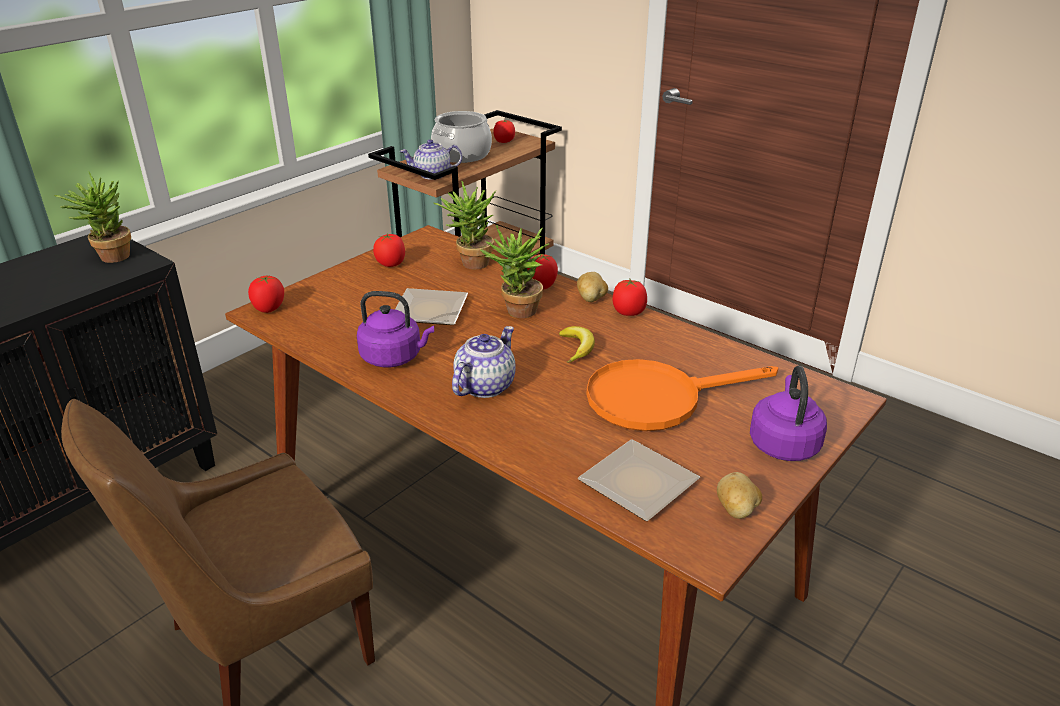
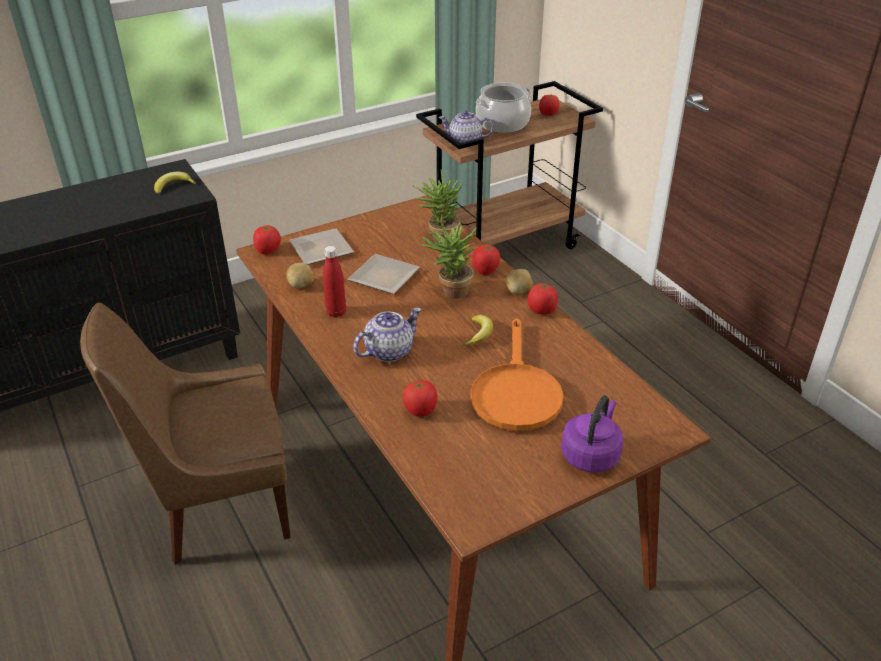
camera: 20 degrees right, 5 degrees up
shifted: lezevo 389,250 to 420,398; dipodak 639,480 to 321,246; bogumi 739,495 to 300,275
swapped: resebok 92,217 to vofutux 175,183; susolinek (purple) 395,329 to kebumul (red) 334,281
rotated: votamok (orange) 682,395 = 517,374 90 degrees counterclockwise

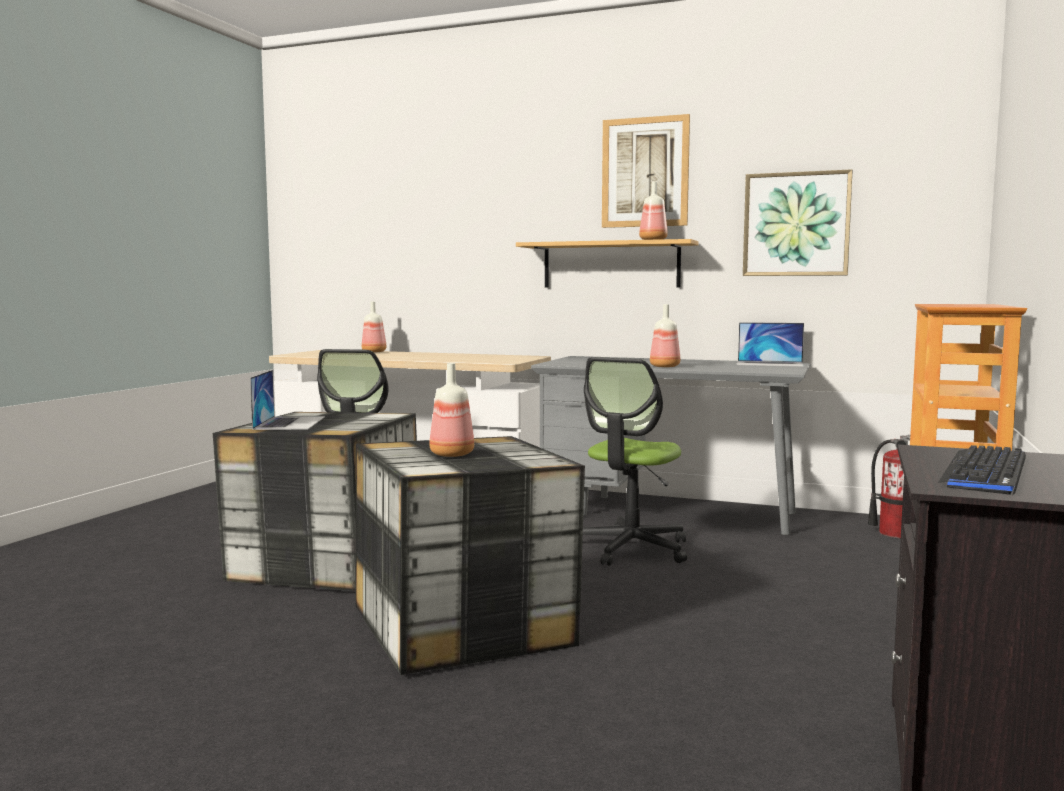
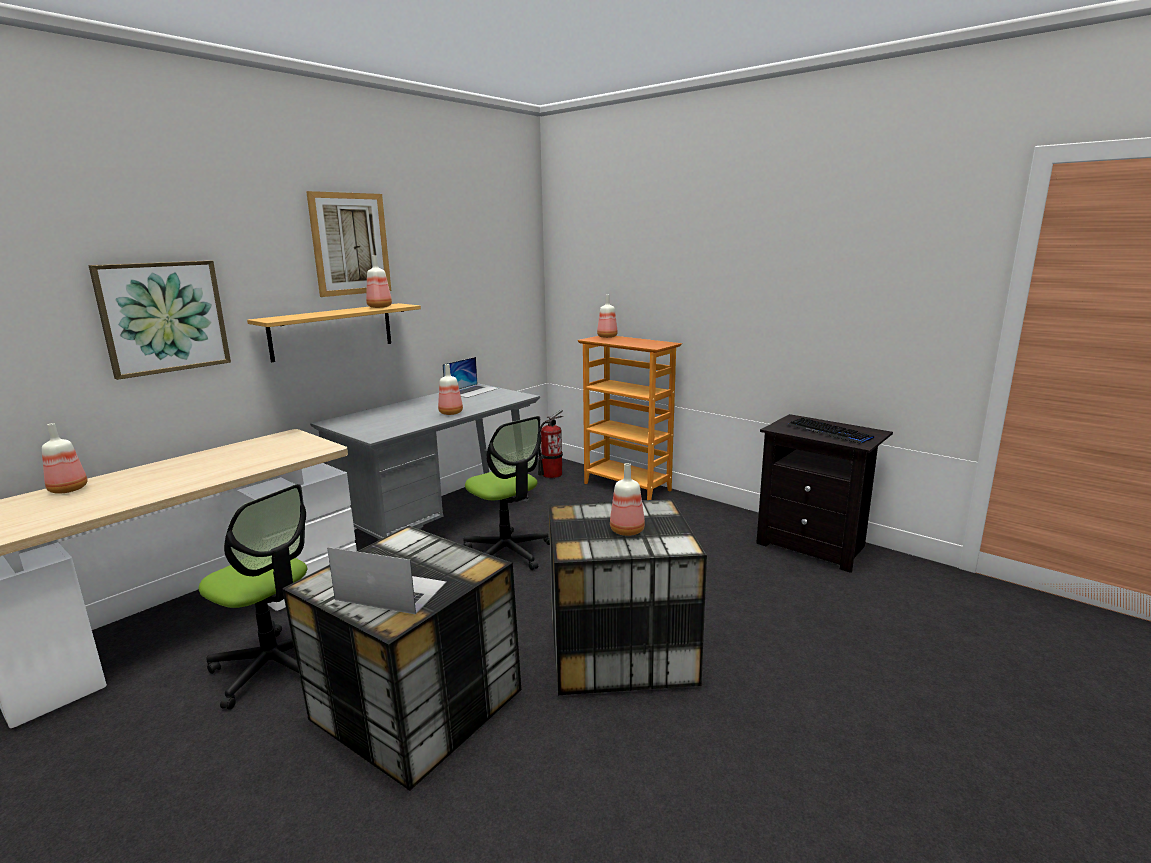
camera: 70 degrees left, 10 degrees up
new: kebumul 607,316
shifted: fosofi 798,222 to 159,320

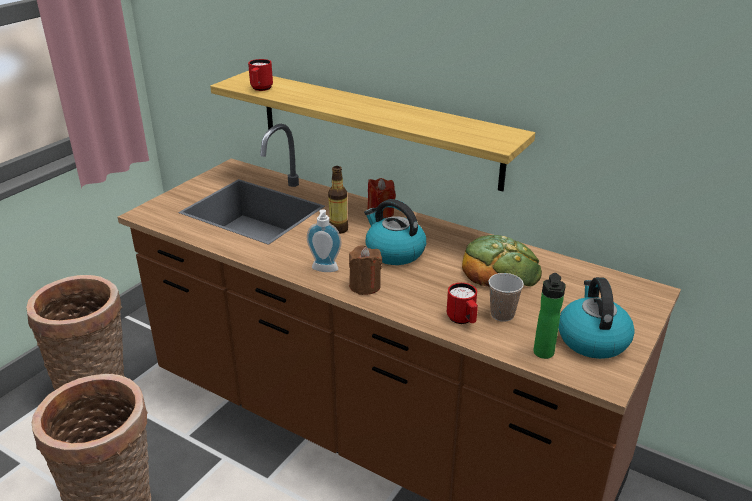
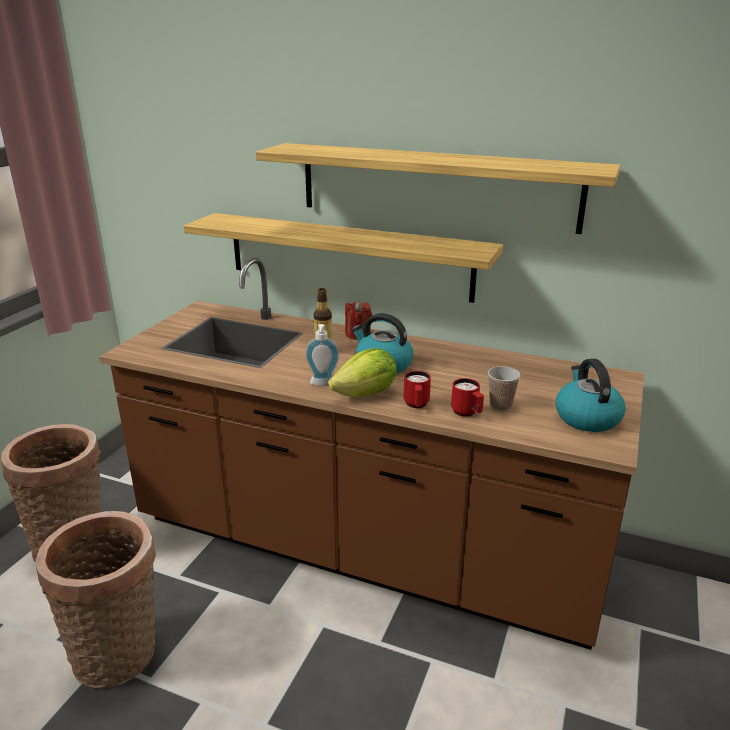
camera: 10 degrees left, 5 degrees down
gone: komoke 502,261; kebumul 549,316
new: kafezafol 438,188
shifted: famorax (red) 260,75 to 417,389
swapped: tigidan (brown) 365,270 to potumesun 362,372

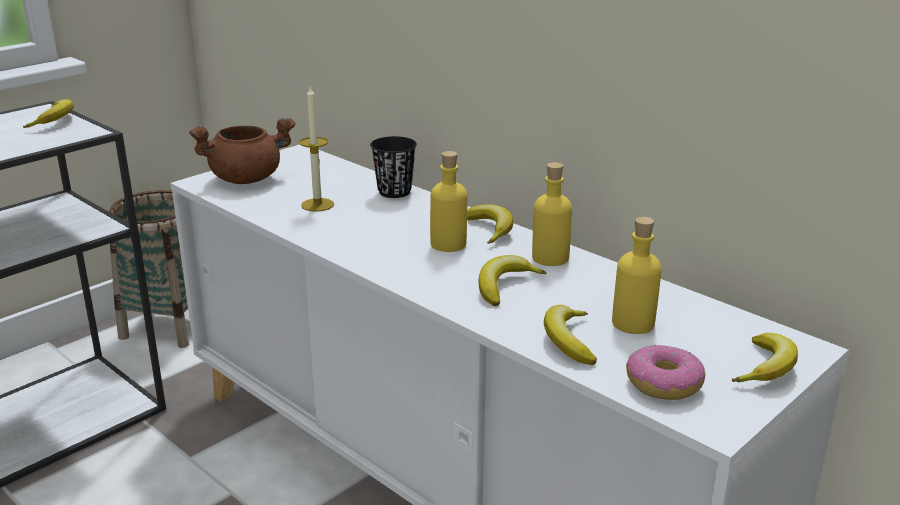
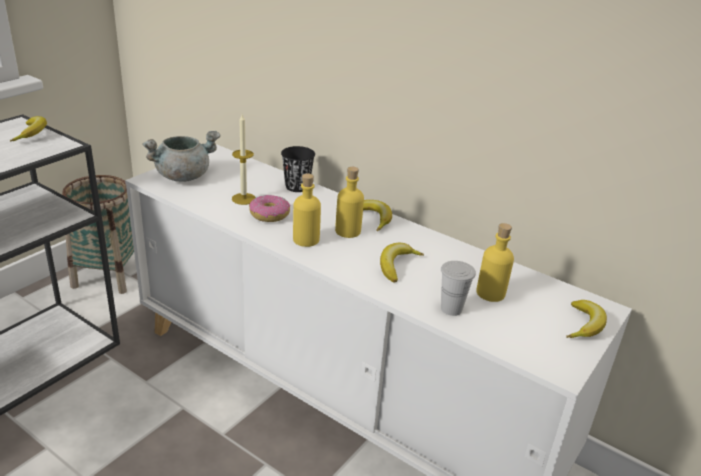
camera: 10 degrees left, 5 degrees up
shifted: kebumul (yellow) 552,214 to 307,210; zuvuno 665,372 to 269,208
swapped: vofutux 570,335 to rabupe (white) 458,288
repainted: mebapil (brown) 242,151 to mebapil (grey) 181,156

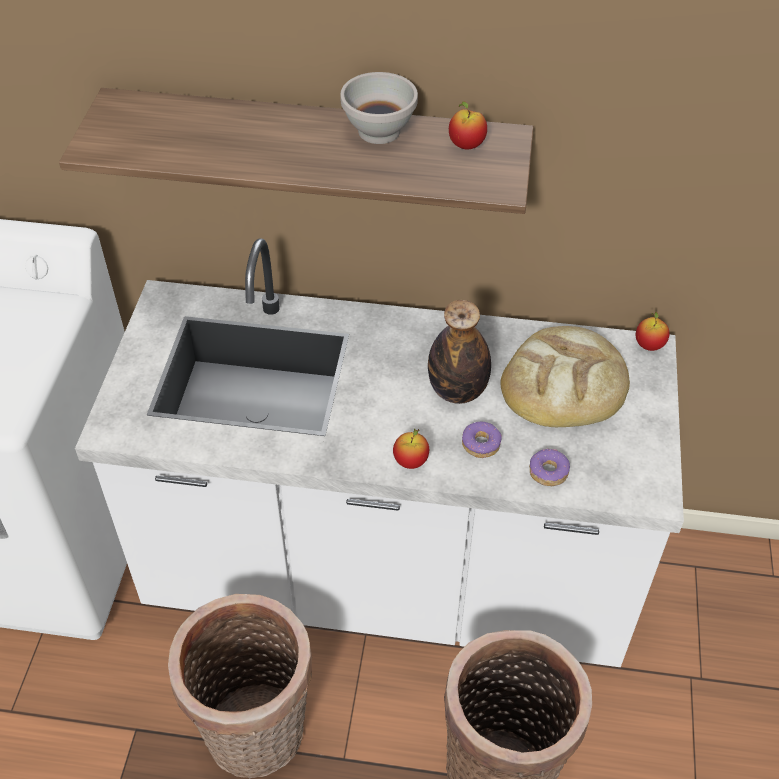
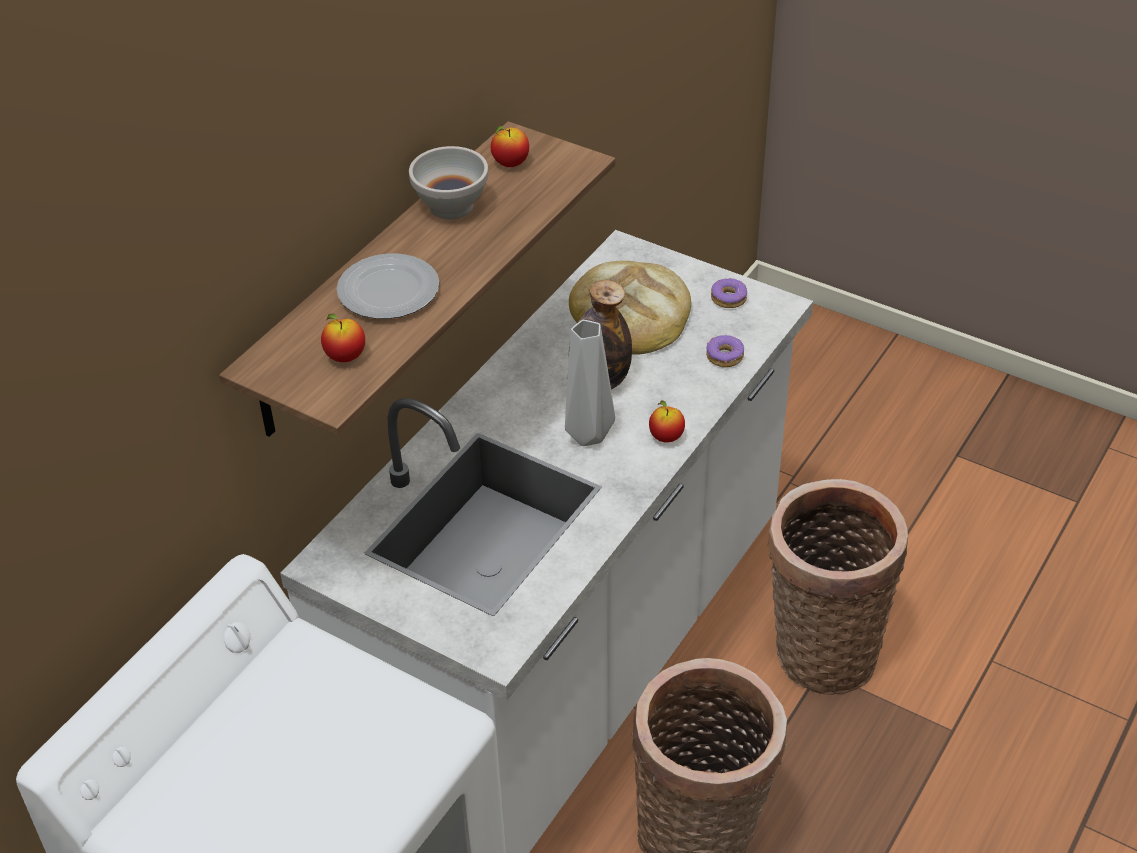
camera: 65 degrees left, 5 degrees down
new: dipodak 388,286; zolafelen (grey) 590,383
shifted: zuvuno 482,440 to 729,293; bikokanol 652,331 to 343,338

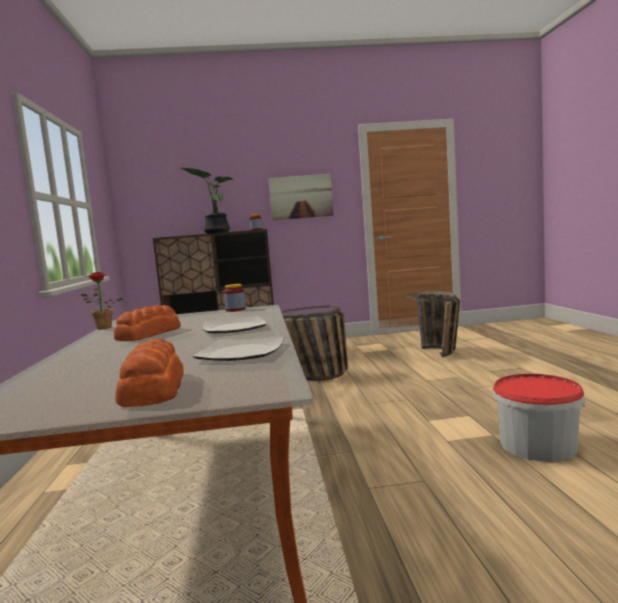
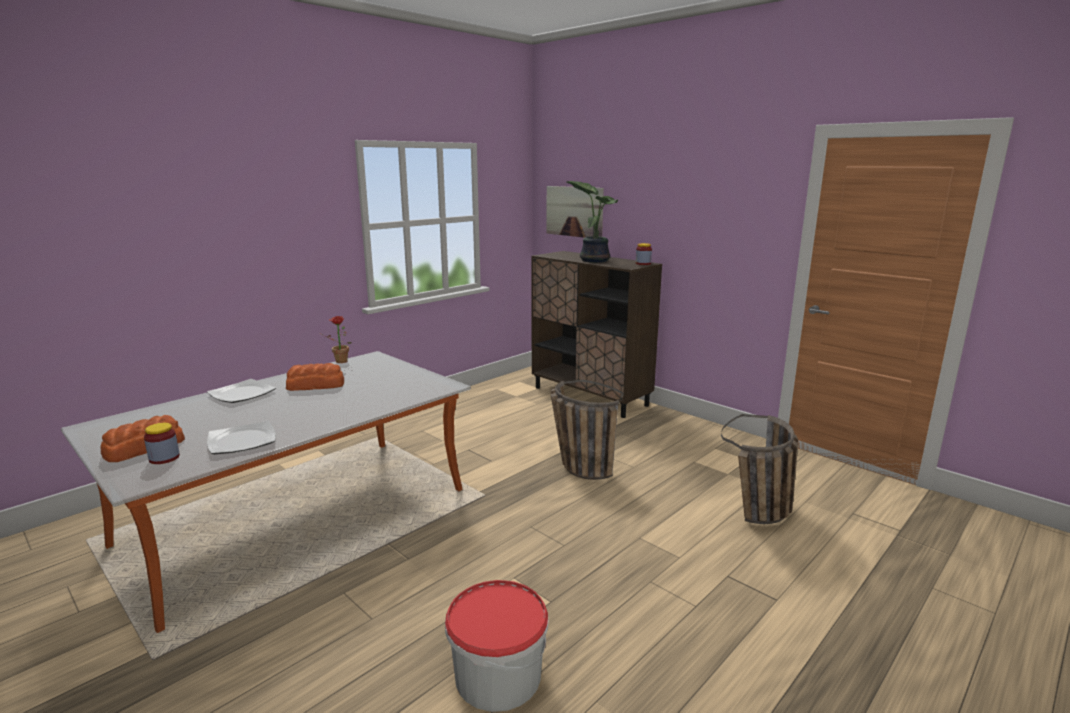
camera: 50 degrees right, 10 degrees up
shifted: dipodak 234,325 to 241,391; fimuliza 235,298 to 162,443; fosofi 301,197 to 575,212

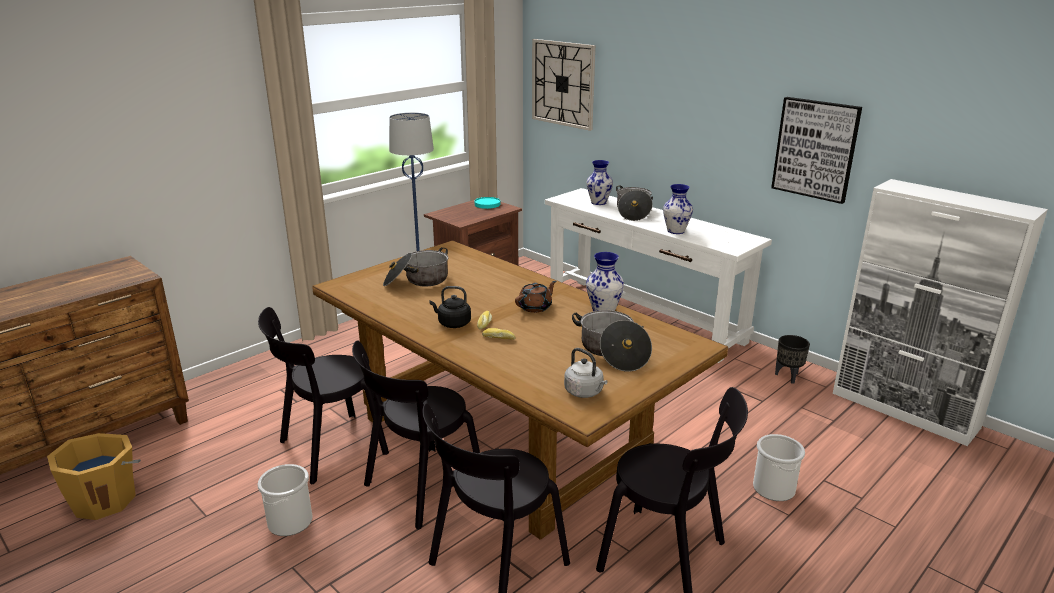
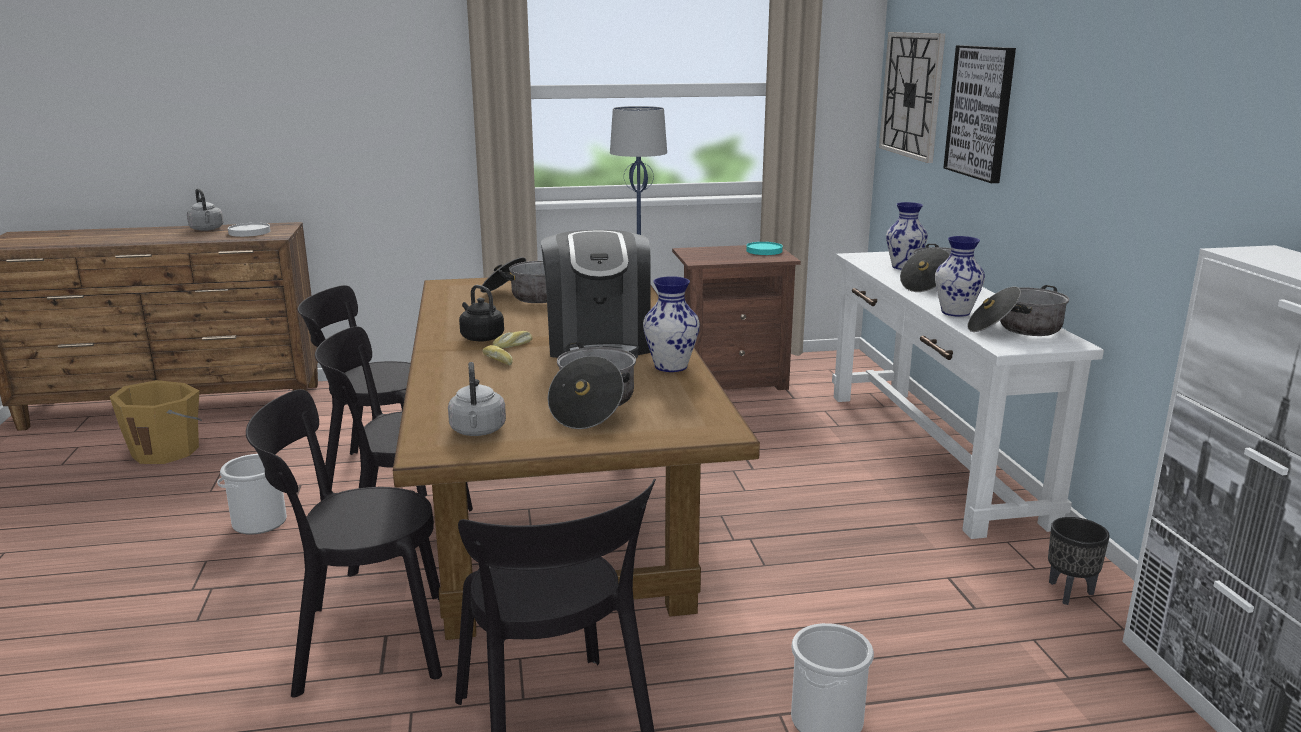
camera: 35 degrees right, 5 degrees down
new: susolinek (grey) 205,210; dipodak (white) 249,230; mebapil 1018,310
shifted: fosofi 816,150 to 979,114
swapped: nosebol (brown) 535,297 to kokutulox 596,294

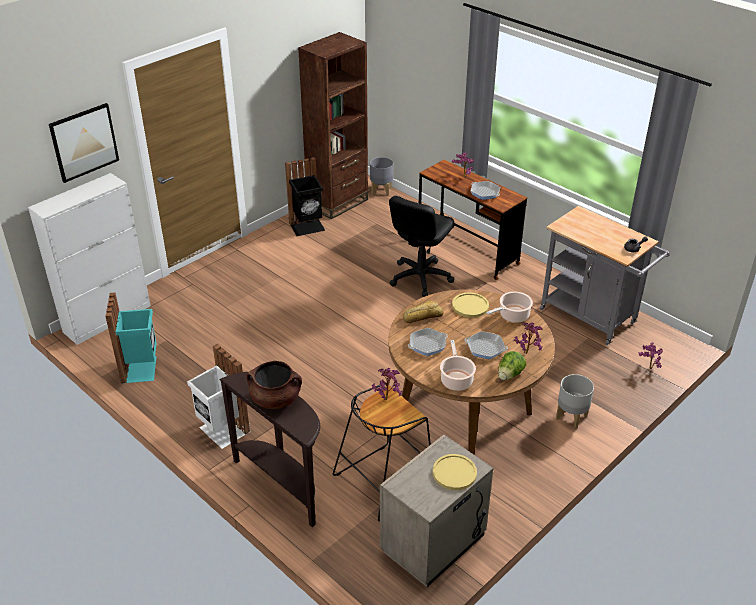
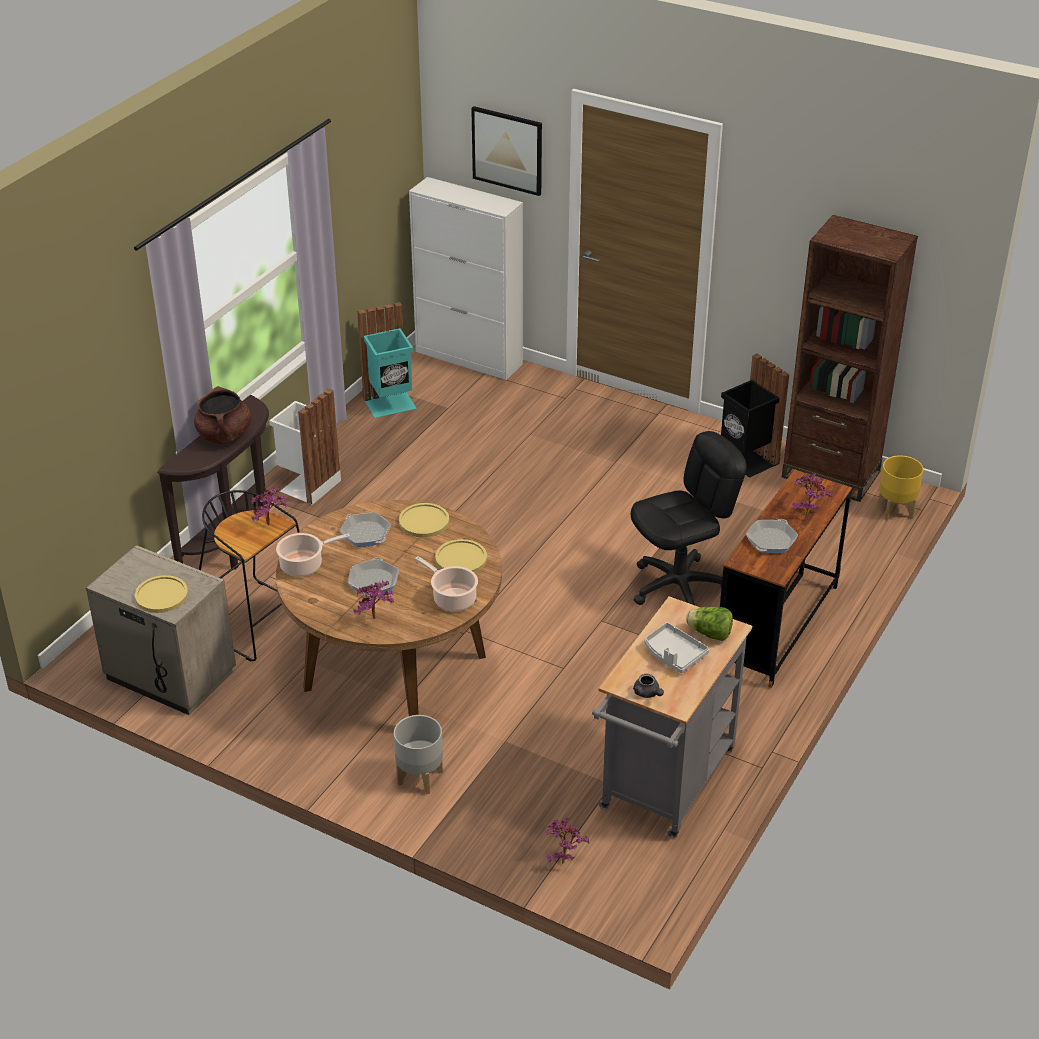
camera: 75 degrees right, 0 degrees up
new: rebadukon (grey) 677,647
shifted: potumesun 512,365 to 709,623
swapped: komoke 423,312 to dipodak (yellow) 424,520
repainted: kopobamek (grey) 381,176 to kopobamek (yellow) 901,487
rotated: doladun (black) 422,246 = 689,518 135 degrees clockwise

